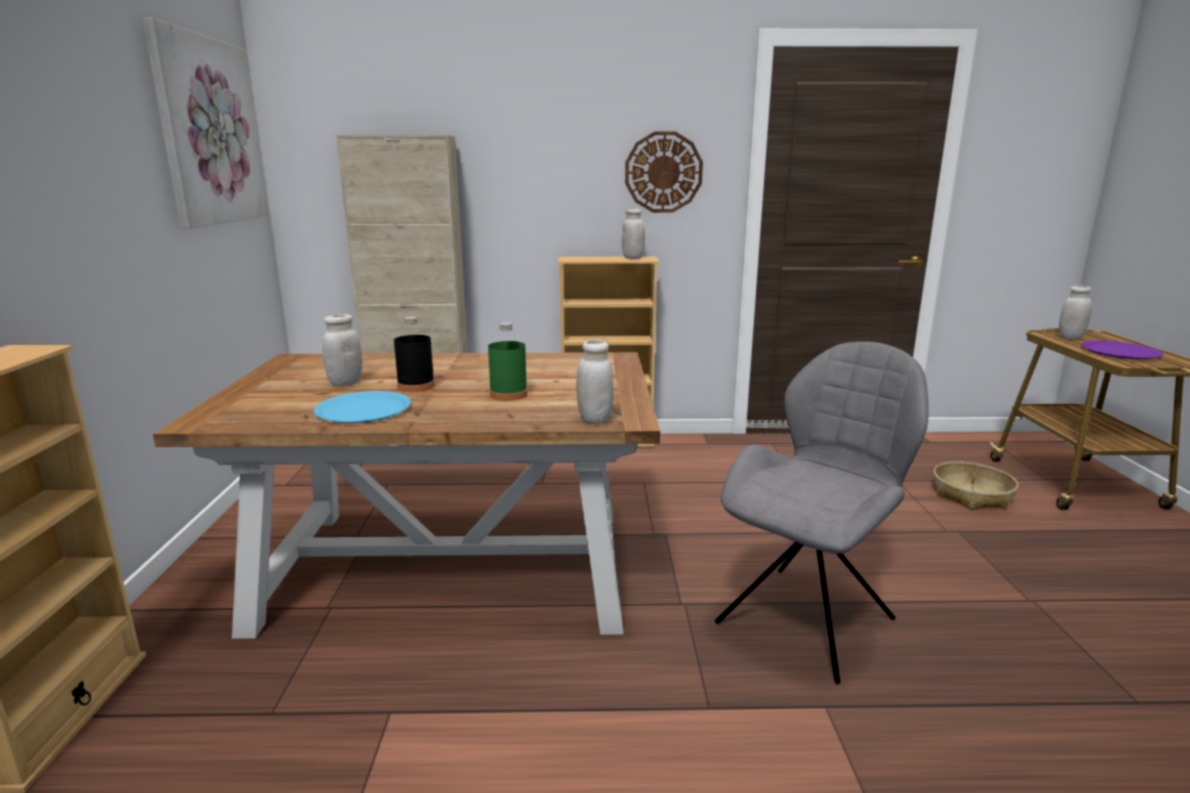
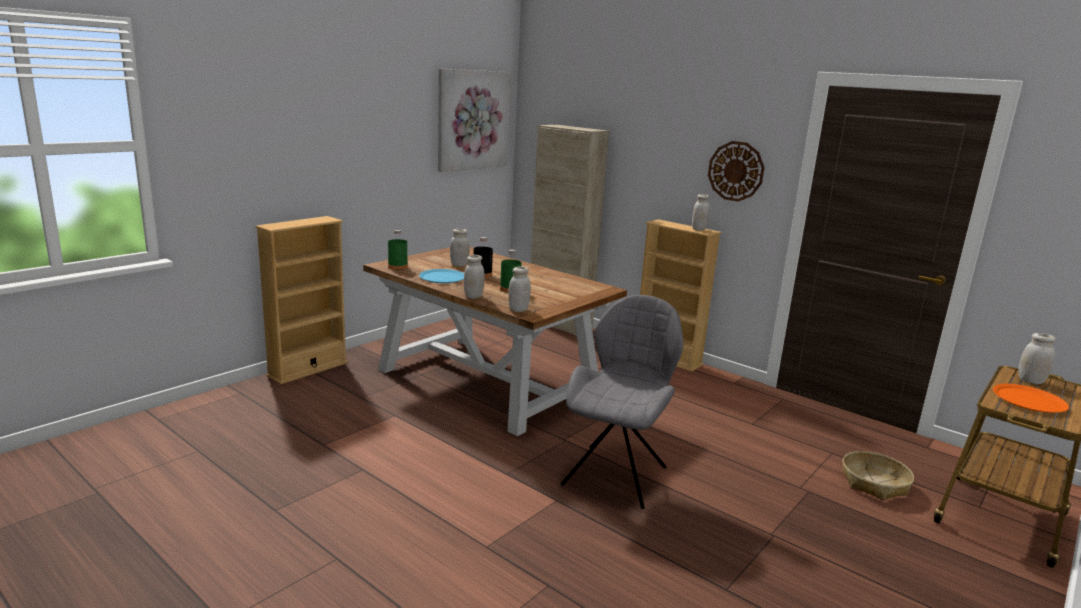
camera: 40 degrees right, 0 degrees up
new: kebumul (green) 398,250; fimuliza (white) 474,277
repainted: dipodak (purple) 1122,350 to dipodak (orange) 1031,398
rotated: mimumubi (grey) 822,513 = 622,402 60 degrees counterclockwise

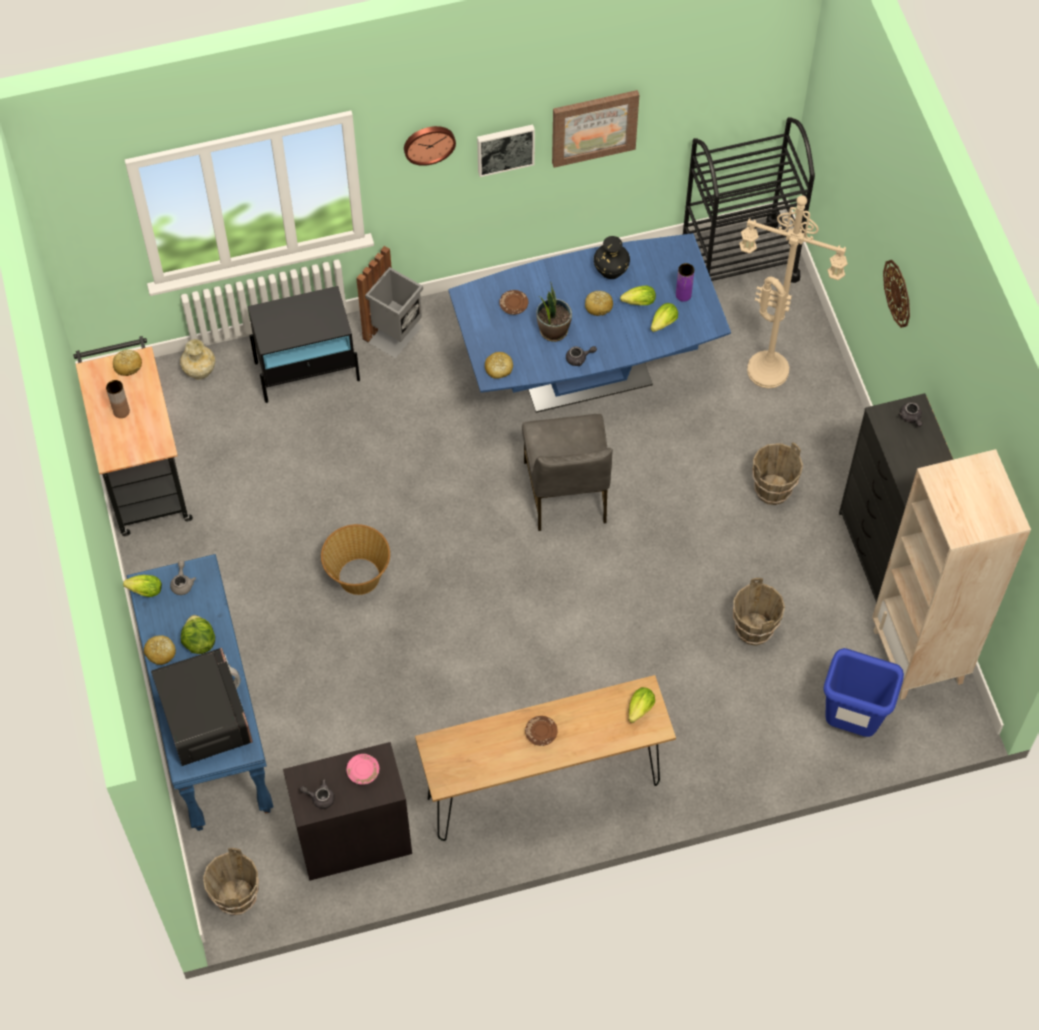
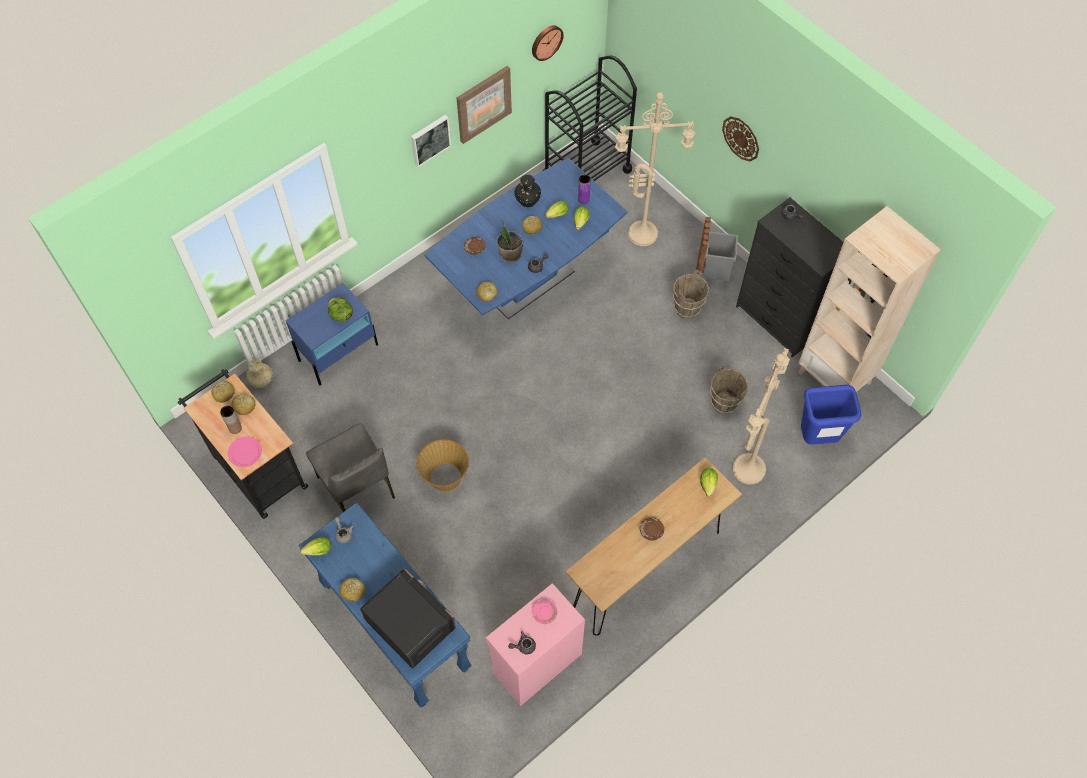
camera: 25 degrees left, 0 degrees up
gone: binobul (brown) 231,881
new: dipodak (pink) 245,451; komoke 243,404; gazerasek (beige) 761,416
shifted: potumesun 198,634 to 340,310; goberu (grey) 389,302 to 717,256; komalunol 430,146 to 548,43; mimumubi (grey) 567,472 to 350,467
repainted: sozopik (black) 304,344 to sozopik (blue) 332,334; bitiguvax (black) 347,811 to bitiguvax (pink) 535,644

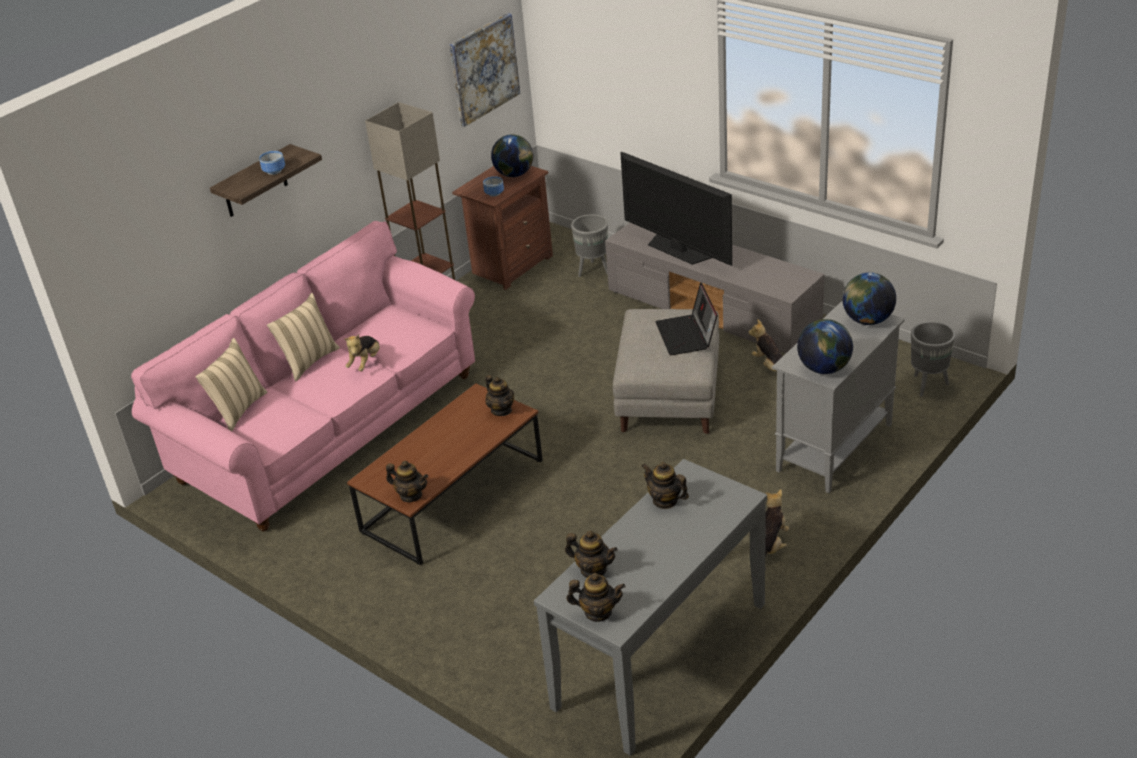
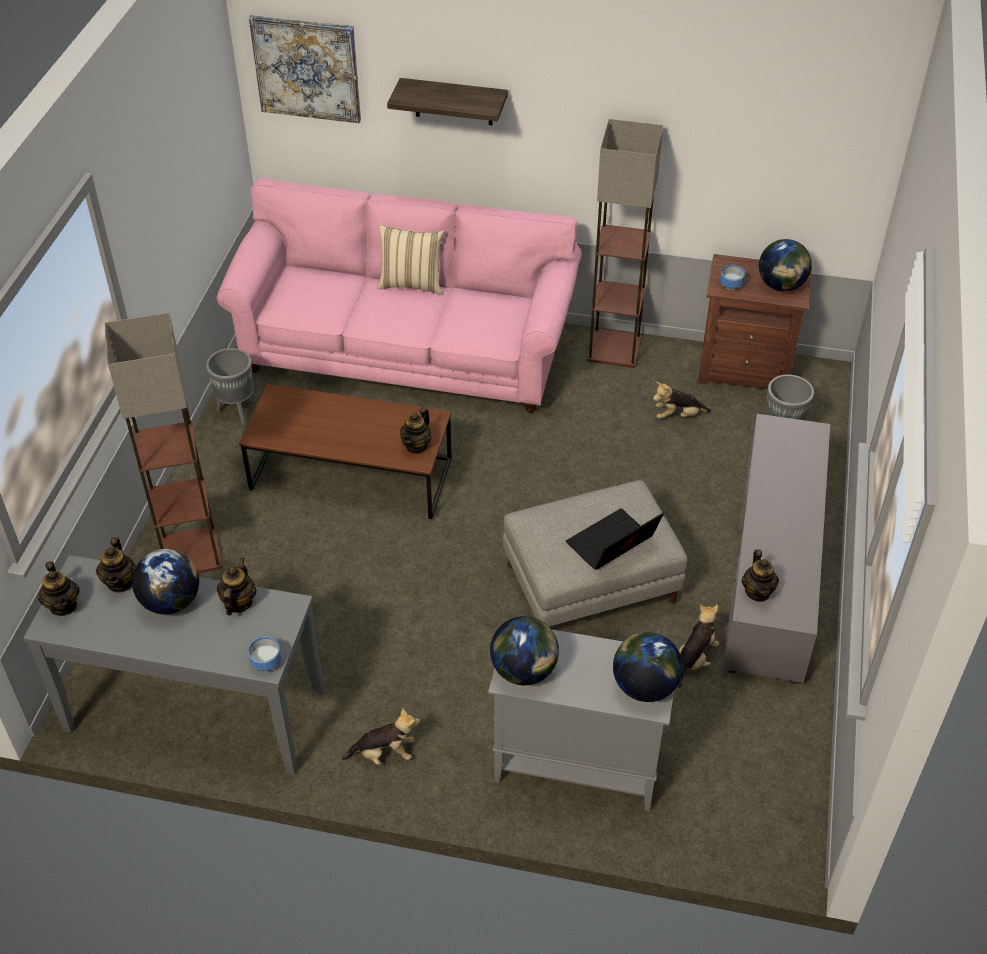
camera: 60 degrees right, 10 degrees up
gone: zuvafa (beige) 231,384; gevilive 676,208
new: gazerasek 163,443; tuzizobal 165,581
shifted: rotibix 272,163 to 265,654; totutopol 362,352 to 682,400; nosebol 407,481 to 760,575; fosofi 485,70 to 305,69; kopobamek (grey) 933,359 to 229,386

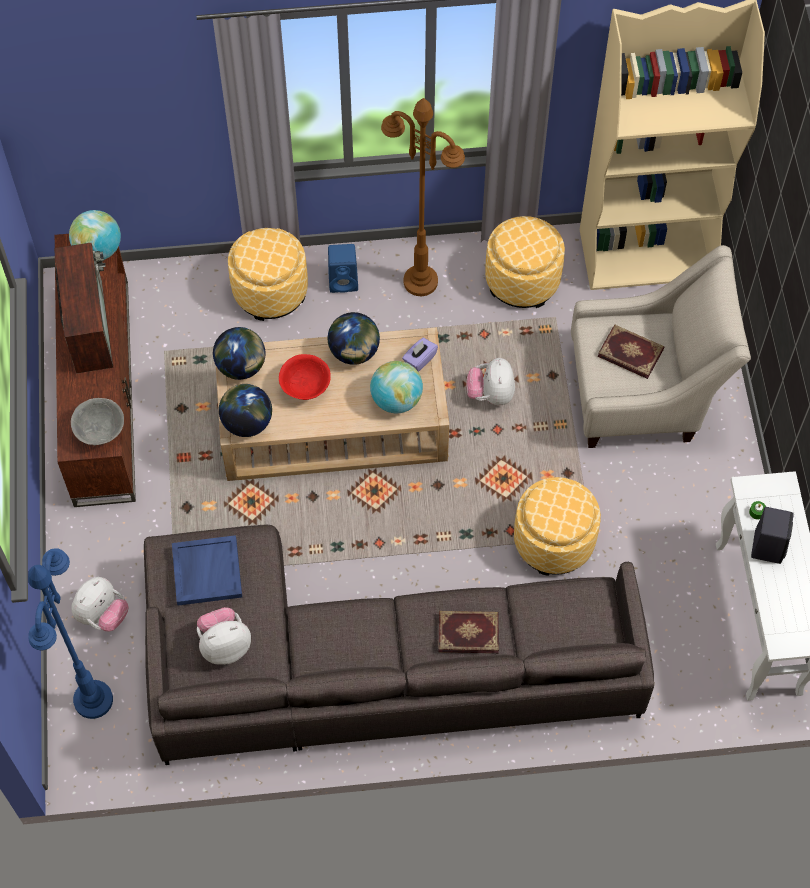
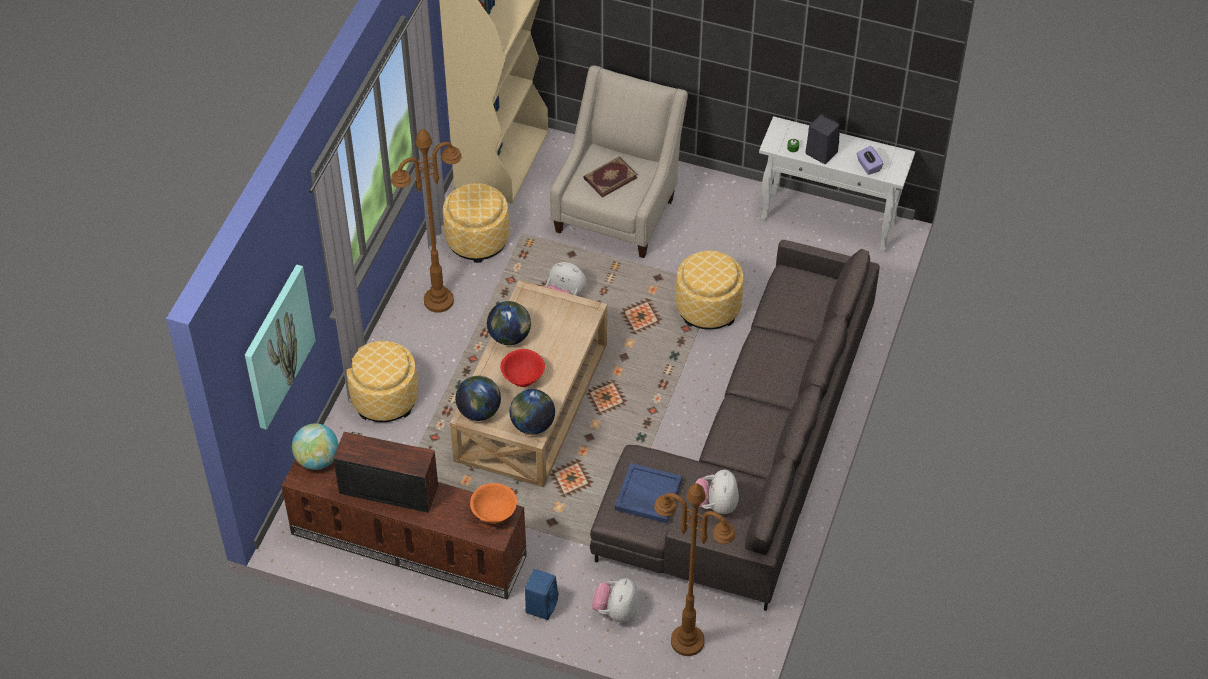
camera: 65 degrees left, 10 degrees down
gone: tuzizobal 396,387; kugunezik 469,632
new: fosofi 280,347
shifted: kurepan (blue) 343,268 to 542,594; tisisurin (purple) 420,355 to 869,160
repainted: gazerasek (blue) 70,633 to gazerasek (brown) 695,569; rotibix (grey) 97,422 to rotibix (orange) 493,503
rotated: totutopol 100,604 = 615,600 135 degrees counterclockwise

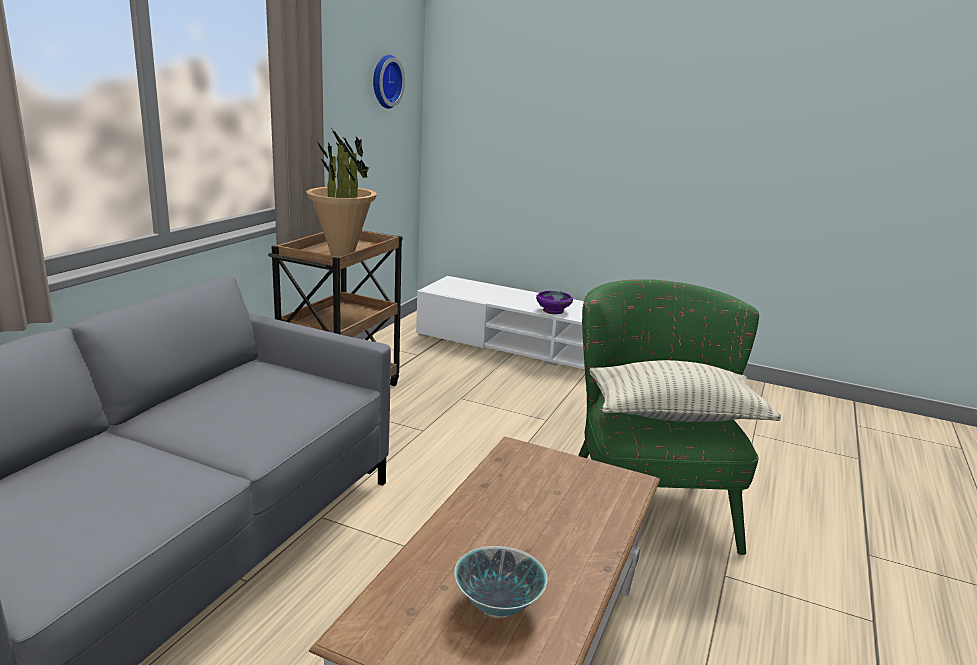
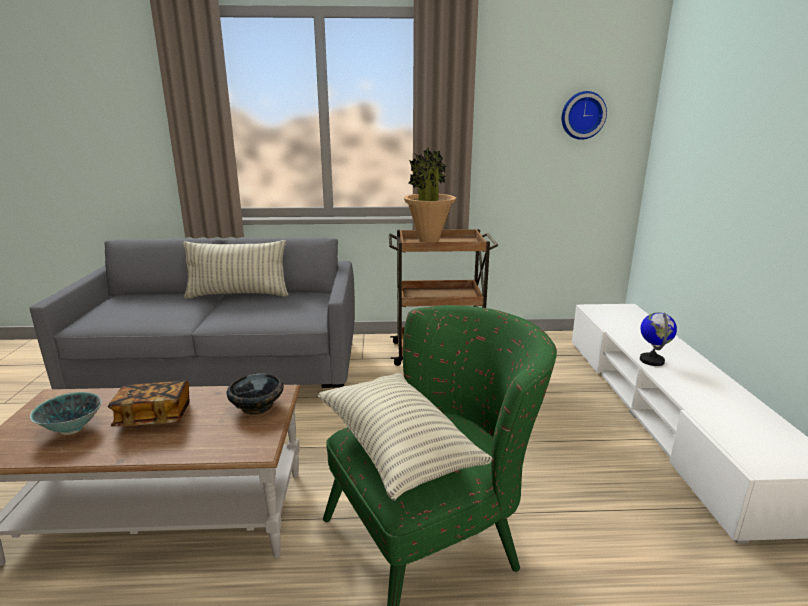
camera: 65 degrees right, 0 degrees up
new: kugunezik 149,403; zuvafa 236,269; rotibix (black) 254,394
swapped: rotibix (purple) 554,303 to tuzizobal 658,339

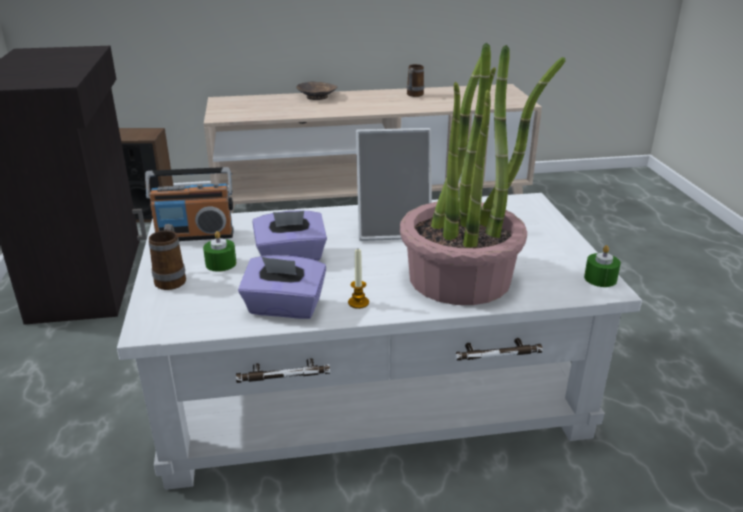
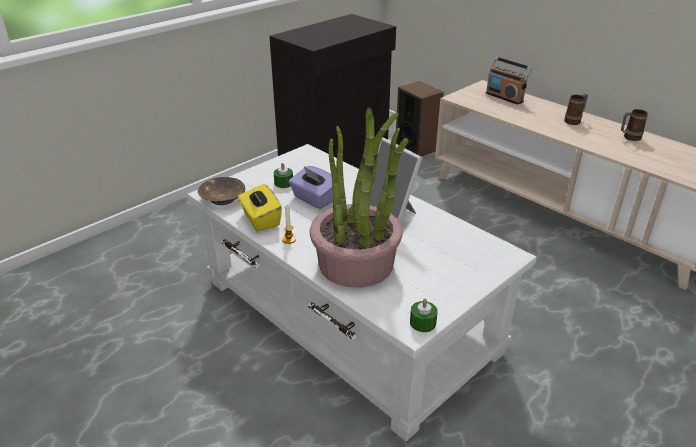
camera: 55 degrees right, 5 degrees up
shifted: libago 189,204 to 509,81; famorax 167,257 to 576,109; rotibix (brown) 316,91 to 221,191
repainted: tisisurin (purple) 282,287 to tisisurin (yellow) 260,207

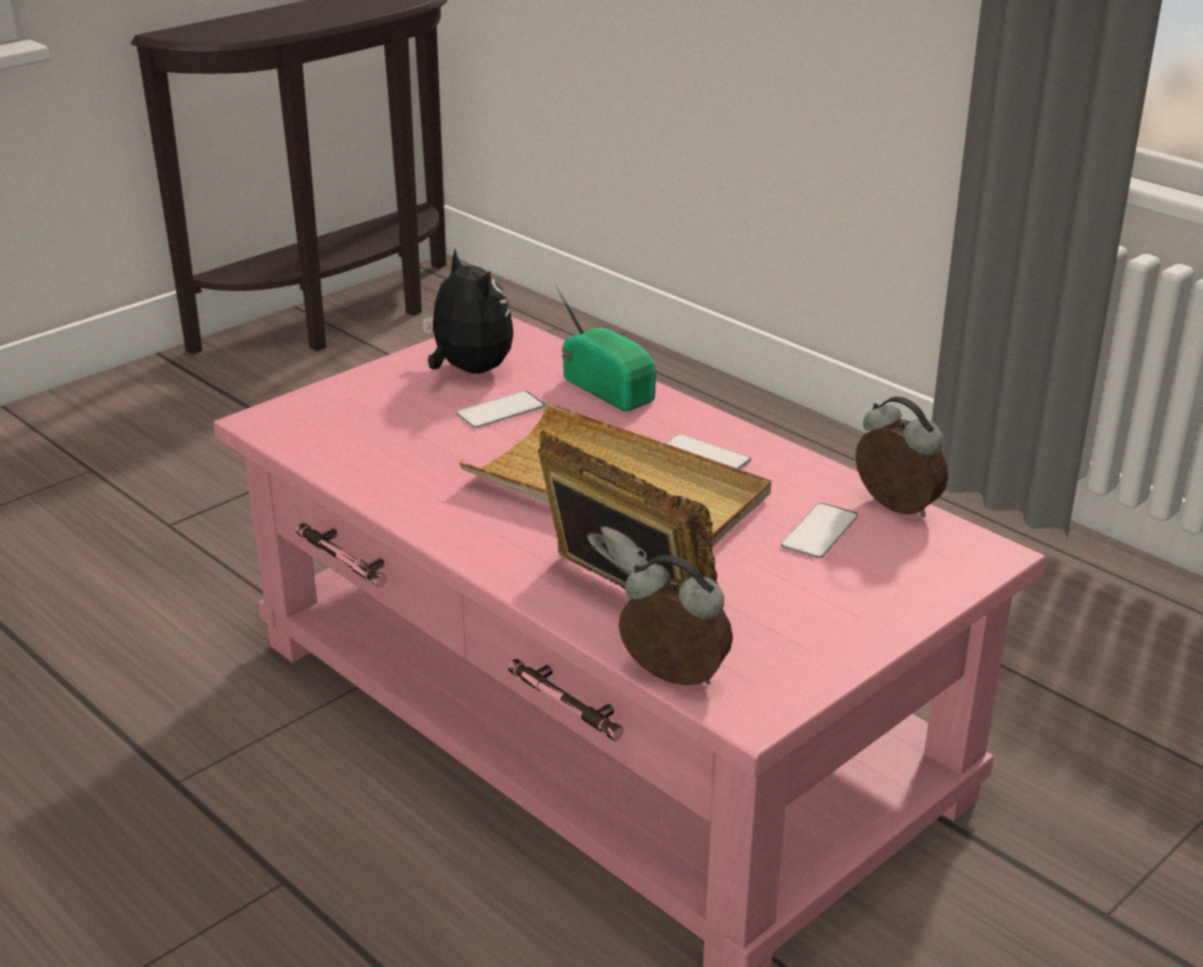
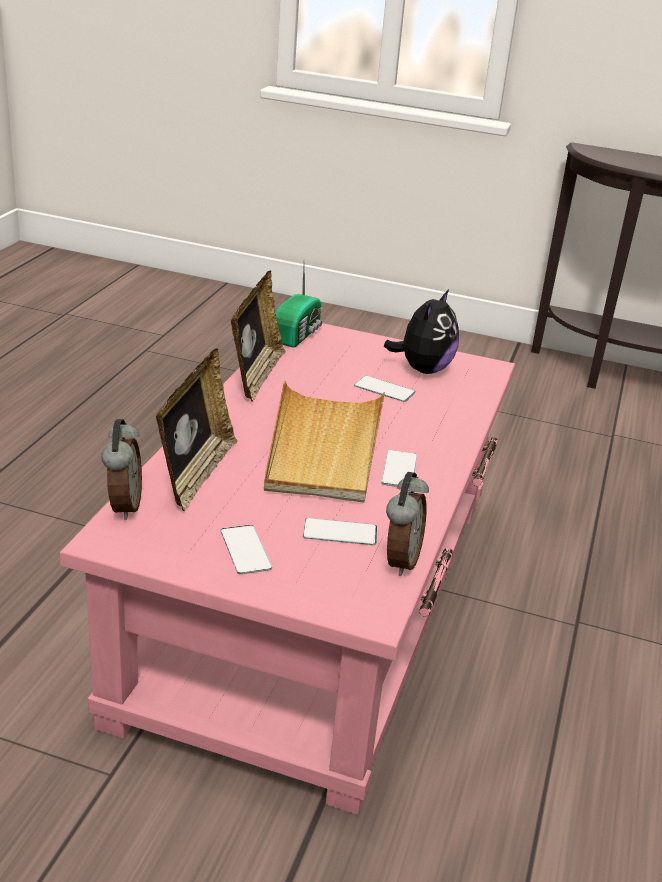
camera: 60 degrees right, 0 degrees up
new: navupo 246,549; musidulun 258,336
shifted: libago 605,348 to 299,305

